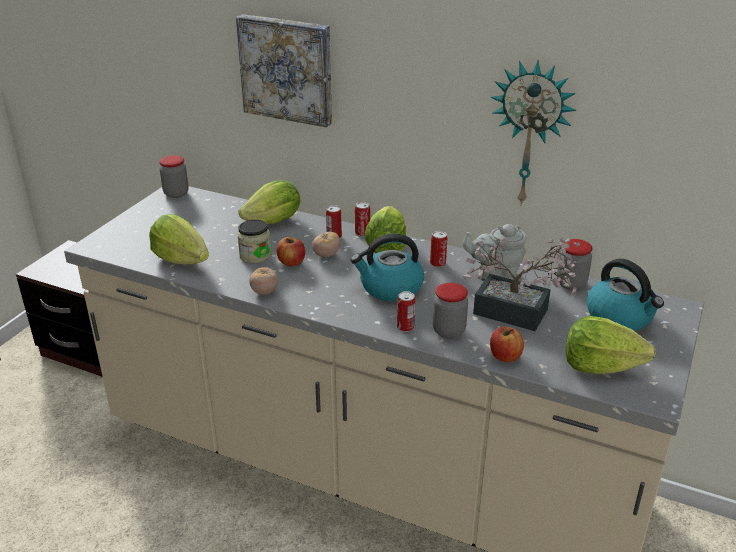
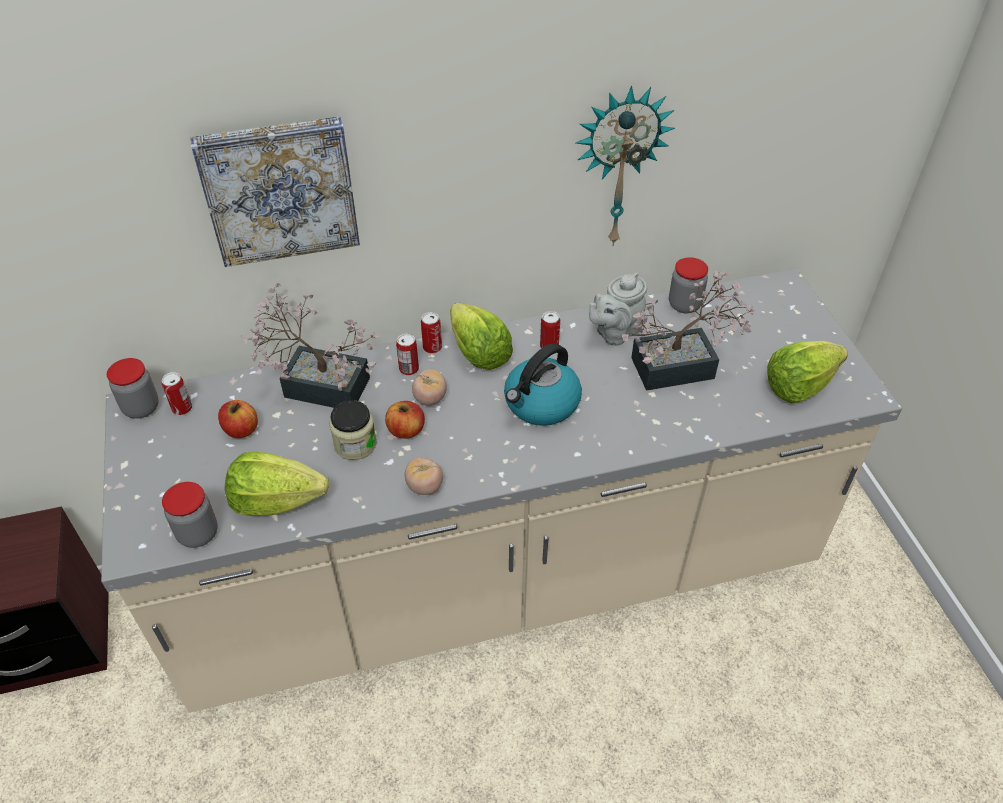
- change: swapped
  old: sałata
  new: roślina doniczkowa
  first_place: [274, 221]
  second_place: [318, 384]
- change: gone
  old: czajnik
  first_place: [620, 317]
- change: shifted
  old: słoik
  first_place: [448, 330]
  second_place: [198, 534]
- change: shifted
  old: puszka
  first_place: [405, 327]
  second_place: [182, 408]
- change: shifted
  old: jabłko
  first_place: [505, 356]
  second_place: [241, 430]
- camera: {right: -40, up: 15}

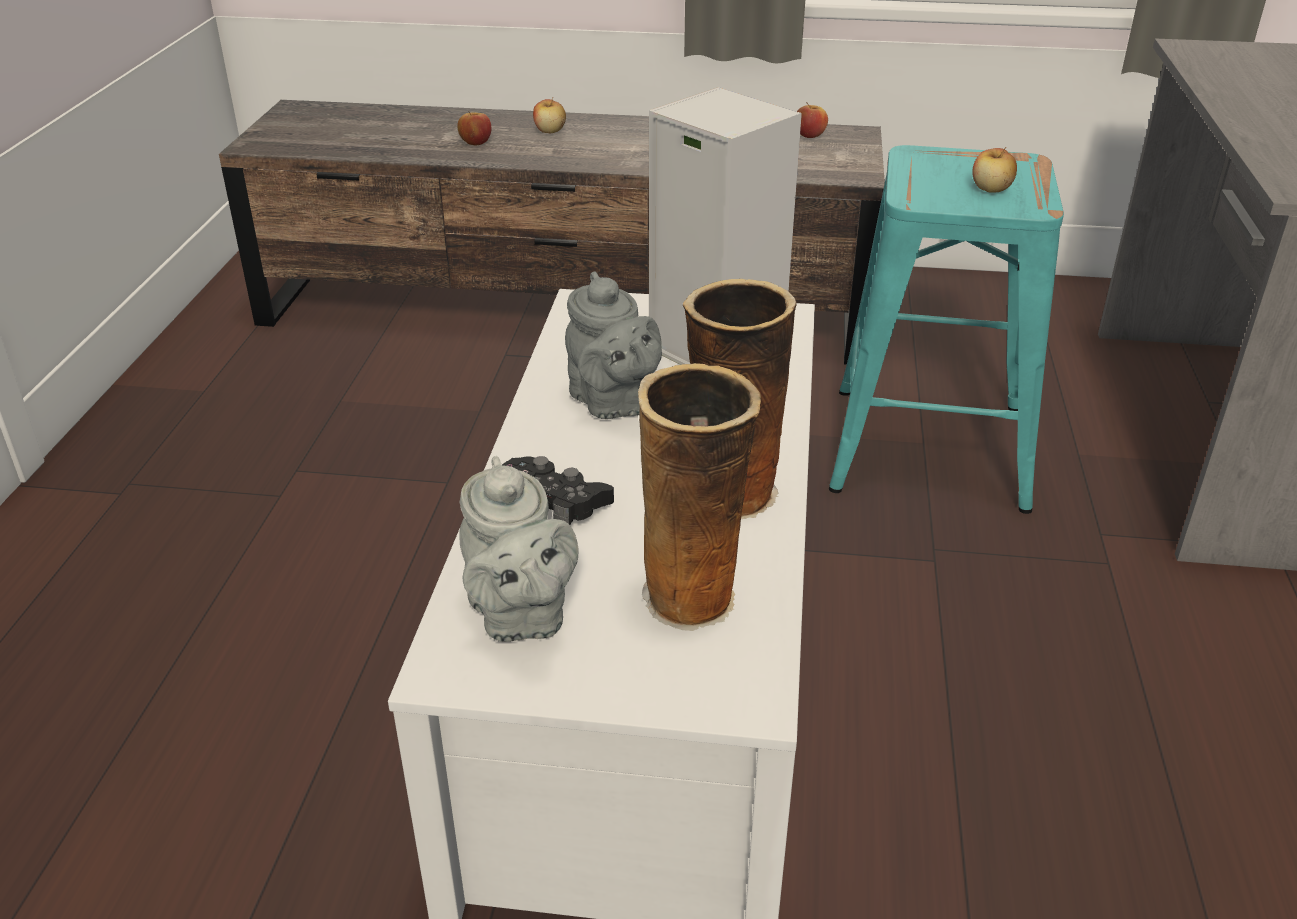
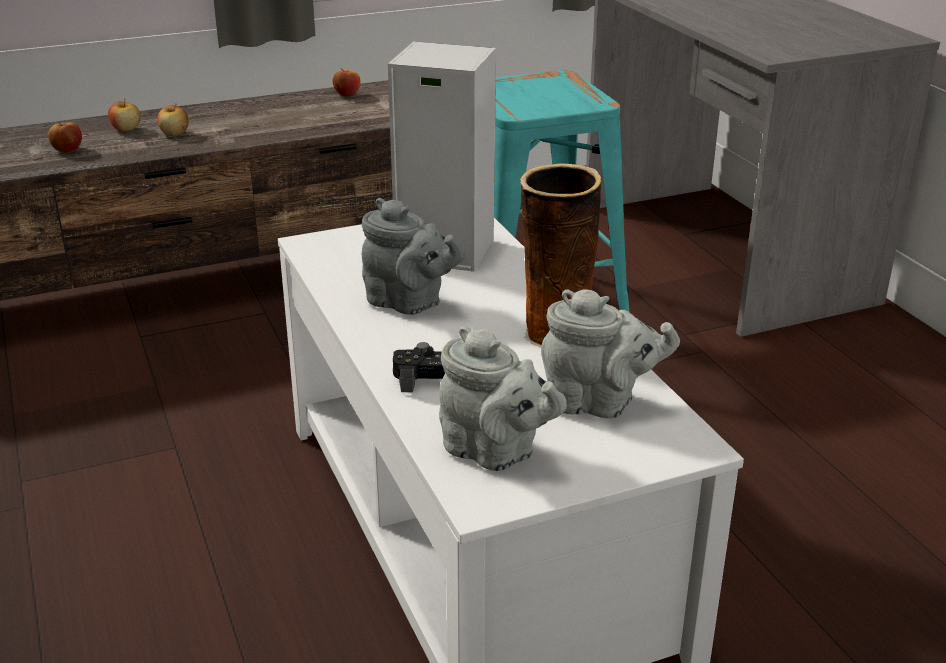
- change: shifted
  old: jabłko
  first_place: [991, 189]
  second_place: [175, 134]
- change: swapped
  old: wazon
  new: imbryk [szary]
  first_place: [693, 599]
  second_place: [598, 403]
- camera: {right: -30, up: -5}

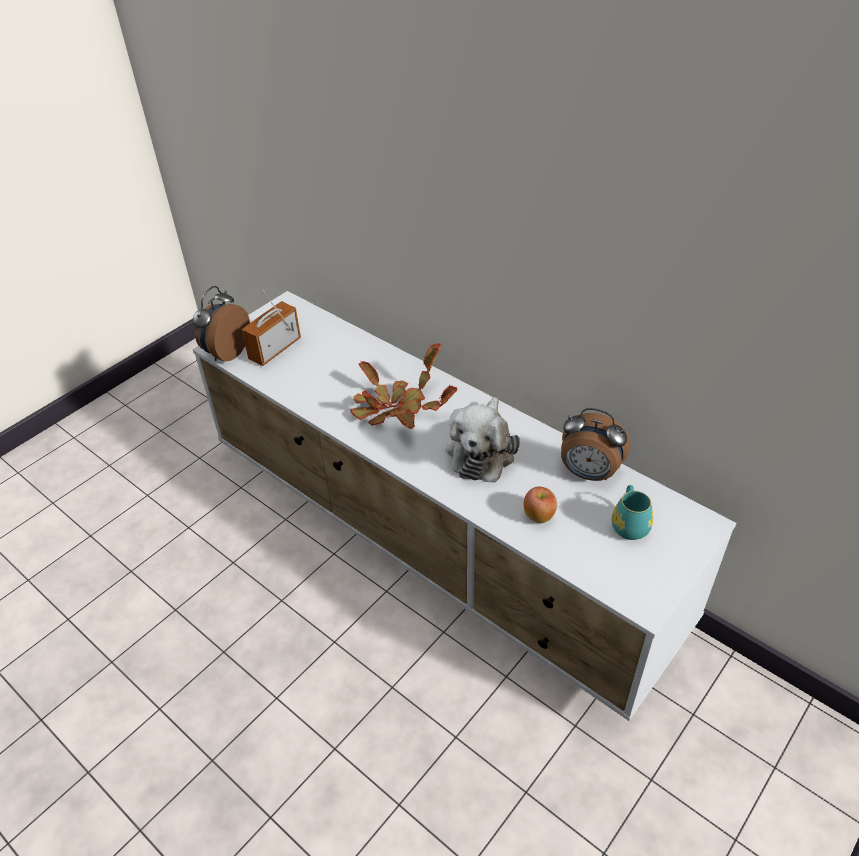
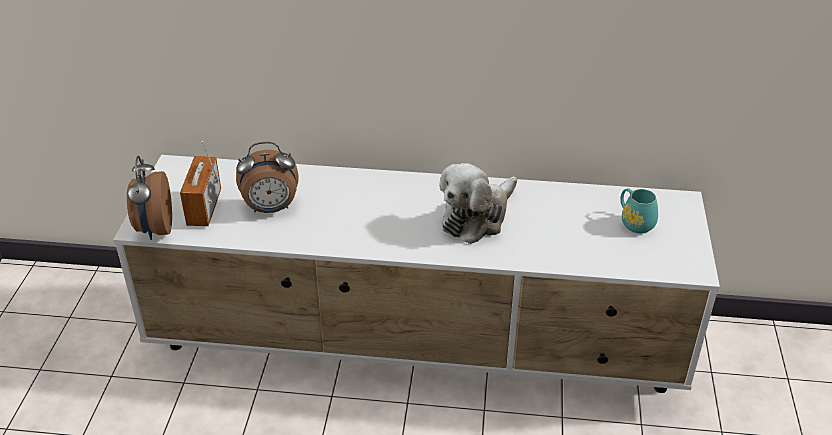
- change: gone
  old: roślina doniczkowa
  first_place: [396, 409]
- change: rotated
  old: pluszak
  first_place: [481, 451]
  second_place: [477, 217]
  degrees: 60
- change: shifted
  old: budzik
  first_place: [588, 473]
  second_place: [271, 209]
- change: gone
  old: jabłko
  first_place: [539, 516]
- camera: {right: -35, up: -5}

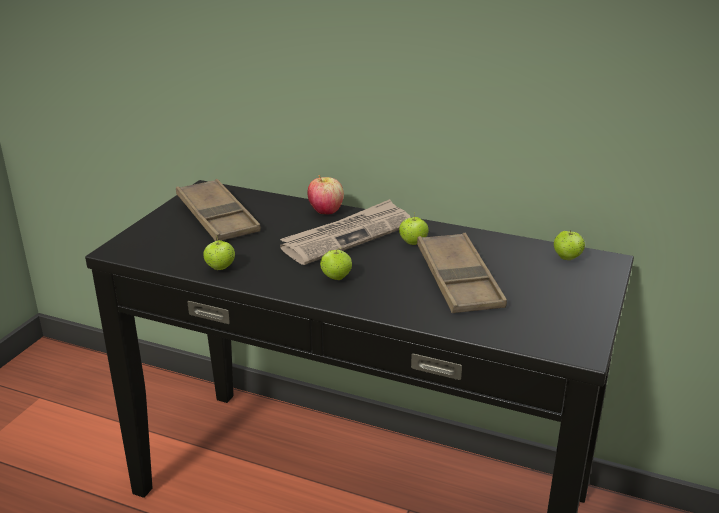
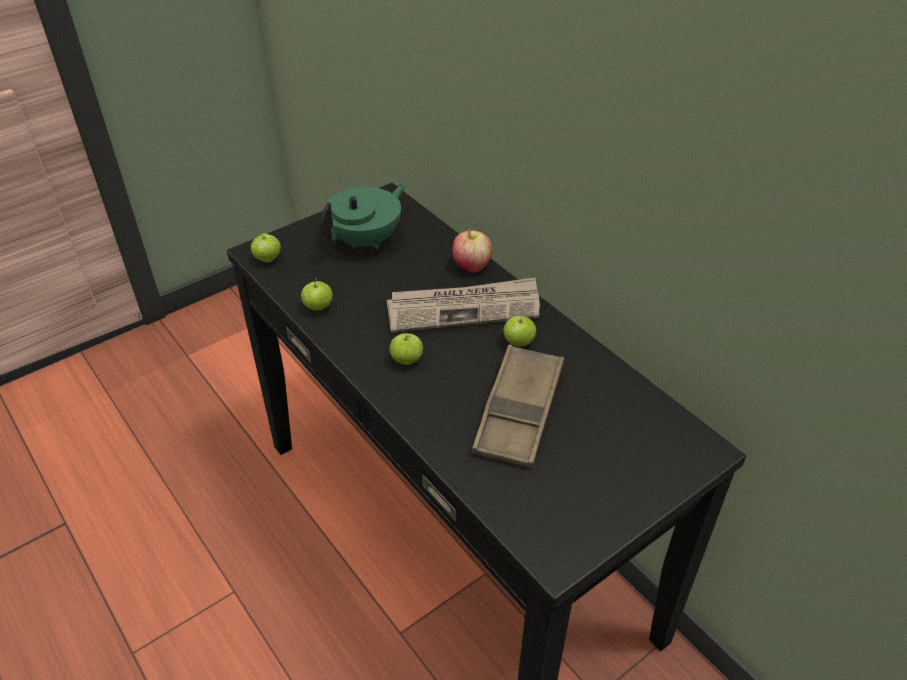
- change: swapped
  old: taca [brązowy]
  new: imbryk [zielony]
  first_place: [217, 217]
  second_place: [367, 240]
- change: shifted
  old: jabłko
  first_place: [567, 258]
  second_place: [268, 259]
- camera: {right: 30, up: 15}

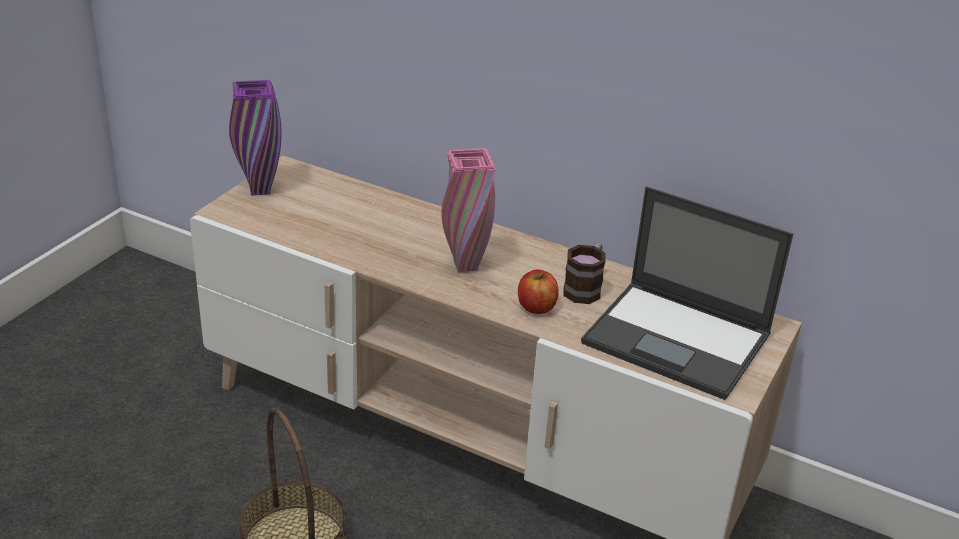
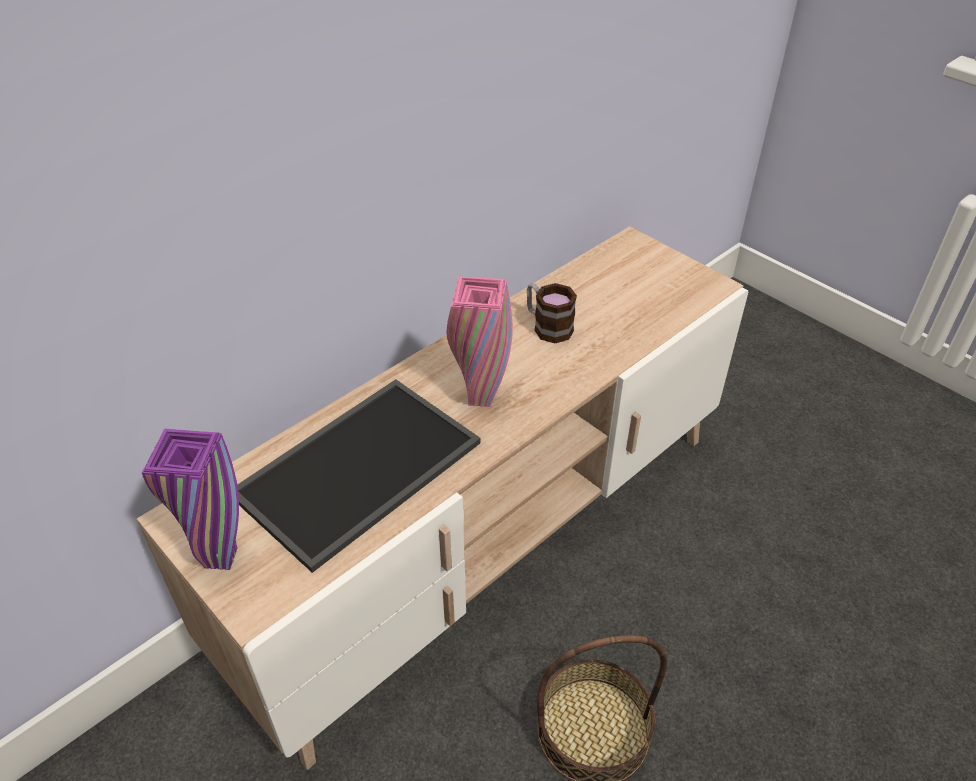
- change: gone
  old: laptop
  first_place: [678, 340]
- change: gone
  old: jabłko
  first_place: [536, 307]
- change: new
  new: taca
  second_place: [358, 465]
- camera: {right: -70, up: 10}

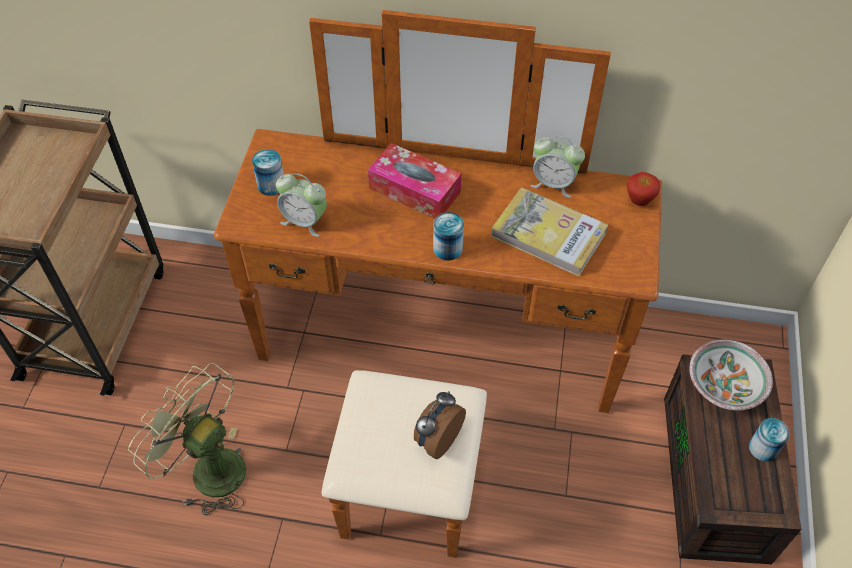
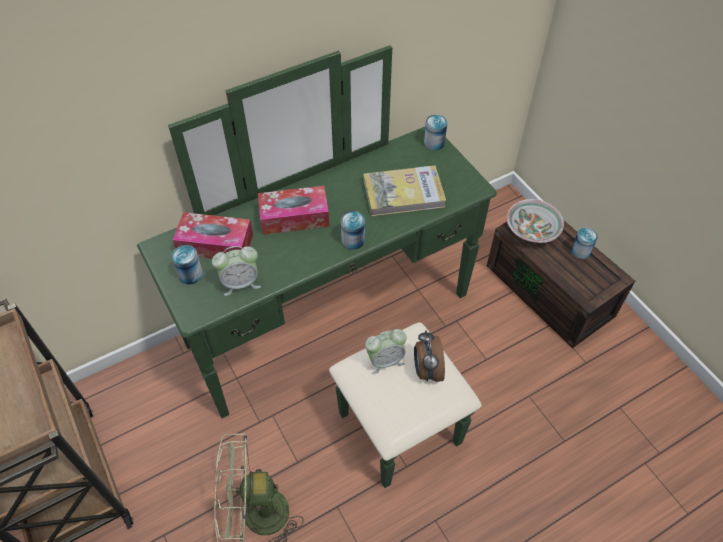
- change: repainted
  old: komoda [brązowy]
  new: komoda [zielony]
  first_place: [434, 370]
  second_place: [345, 341]
- change: shifted
  old: budzik
  first_place: [553, 183]
  second_place: [385, 361]
- change: swapped
  old: jabłko
  new: puszka
  first_place: [639, 202]
  second_place: [434, 143]
- change: new
  new: pudełko chusteczek
  second_place: [215, 244]
- camera: {right: -40, up: 0}

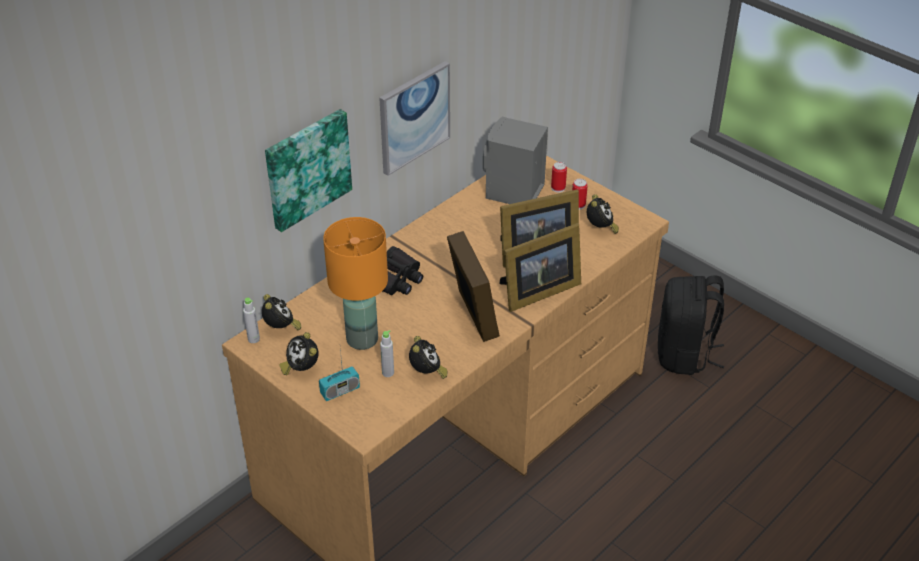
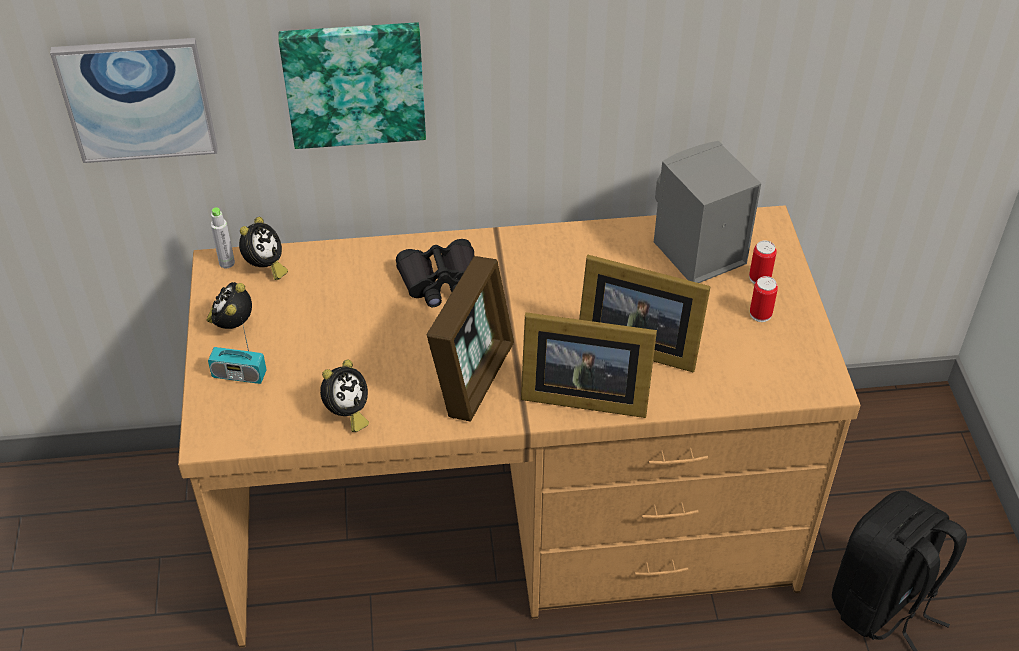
- change: shifted
  old: obraz
  first_place: [414, 117]
  second_place: [137, 99]
- change: gone
  old: budzik
  first_place: [600, 228]
- change: gone
  old: lampa stołowa [pomarańczowy]
  first_place: [363, 339]
- change: gone
  old: butelka [szary]
  first_place: [388, 373]
- camera: {right: 40, up: 5}

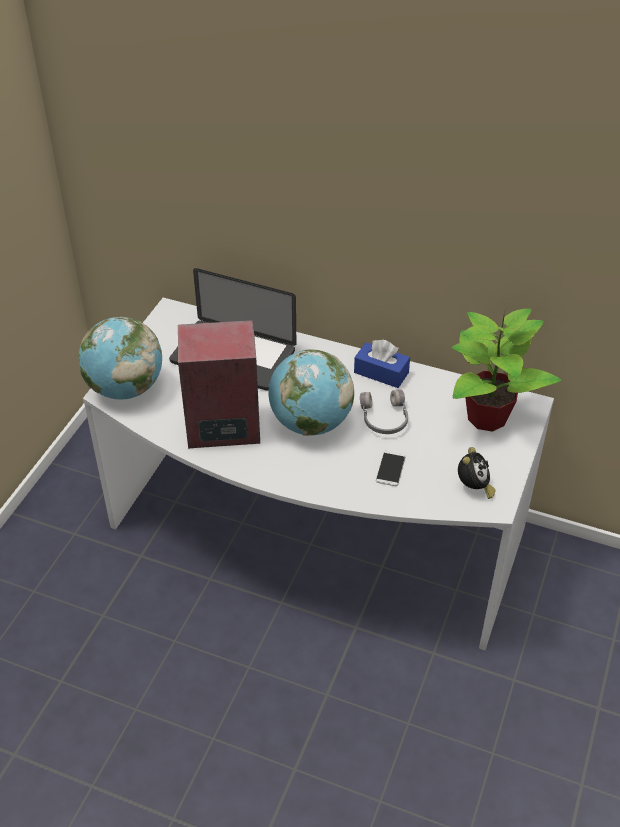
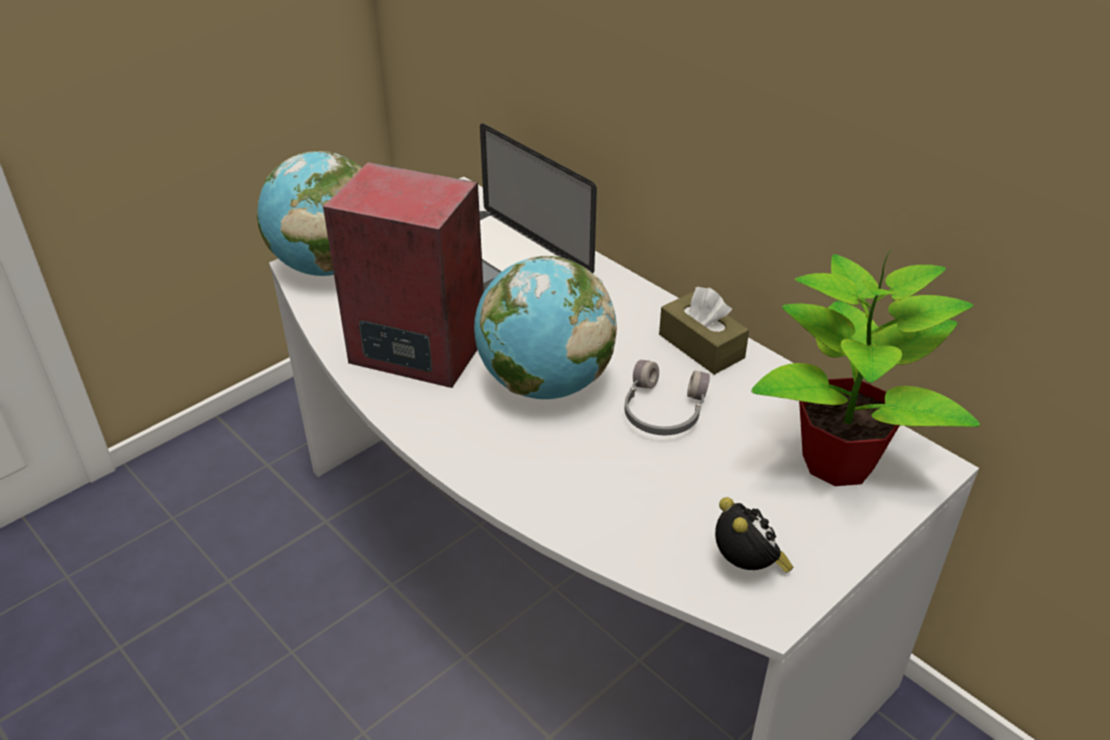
- change: repainted
  old: pudełko chusteczek [niebieski]
  new: pudełko chusteczek [brązowy]
  first_place: [381, 373]
  second_place: [701, 346]
- change: rotated
  old: budzik
  first_place: [473, 488]
  second_place: [747, 567]
  degrees: -60
- change: gone
  old: telefon
  first_place: [390, 469]
- camera: {right: 25, up: -5}

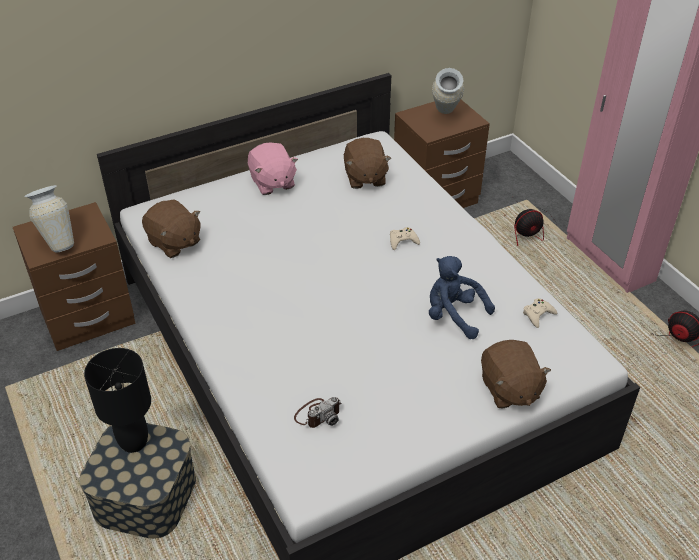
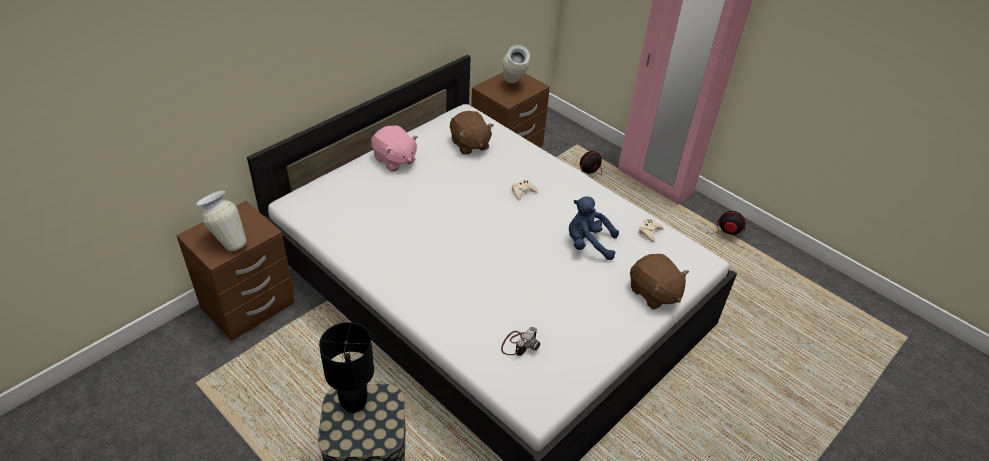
- change: gone
  old: pluszak [brązowy]
  first_place: [174, 243]
- camera: {right: -20, up: 0}

